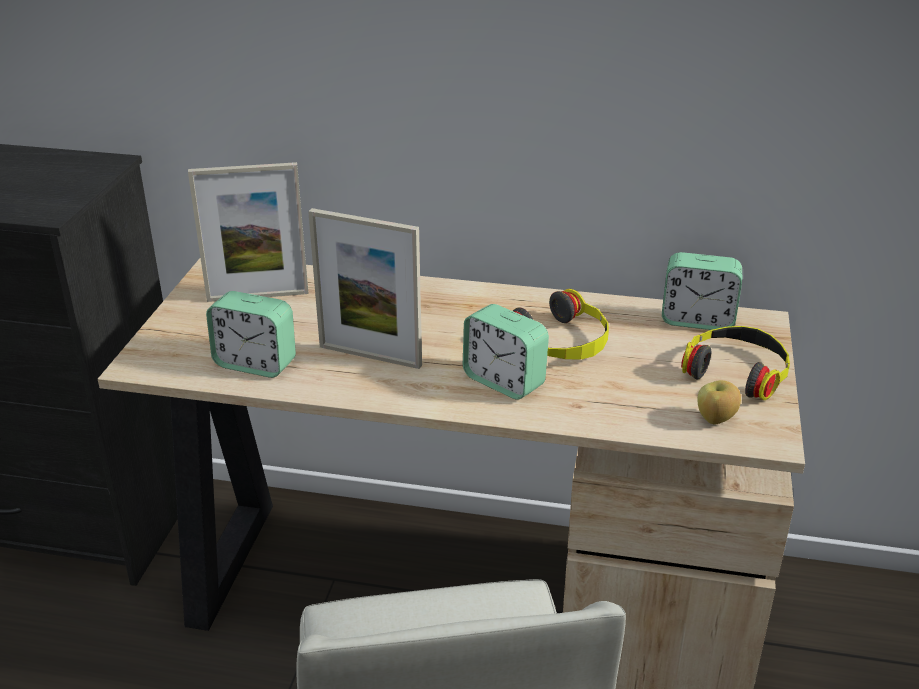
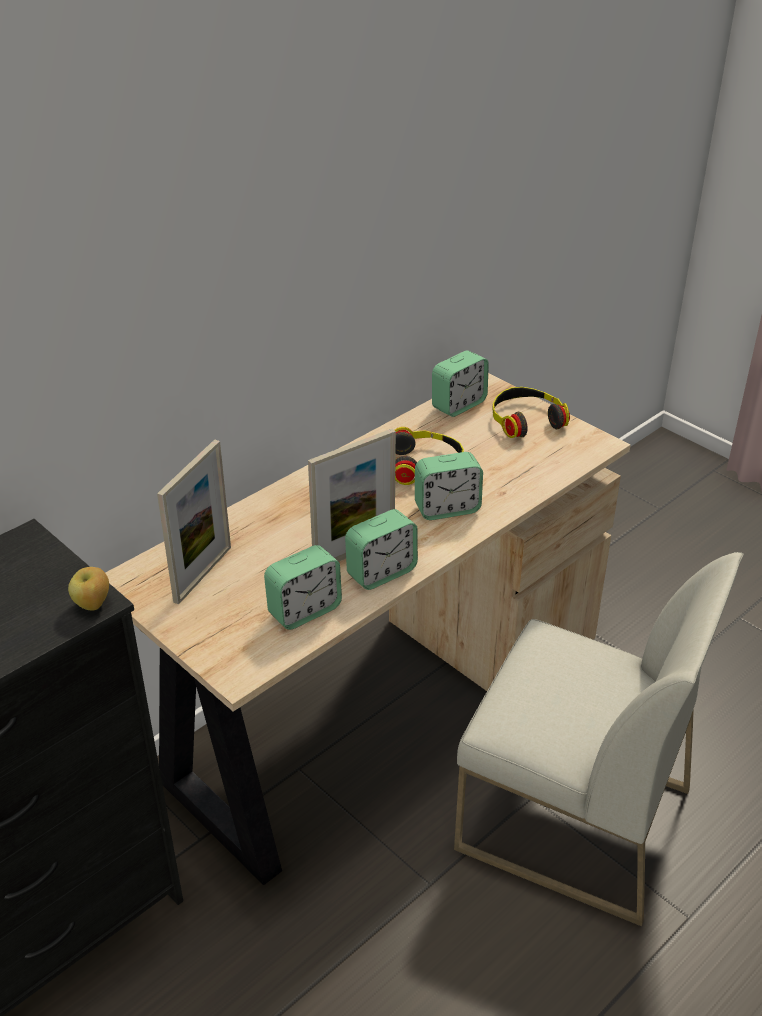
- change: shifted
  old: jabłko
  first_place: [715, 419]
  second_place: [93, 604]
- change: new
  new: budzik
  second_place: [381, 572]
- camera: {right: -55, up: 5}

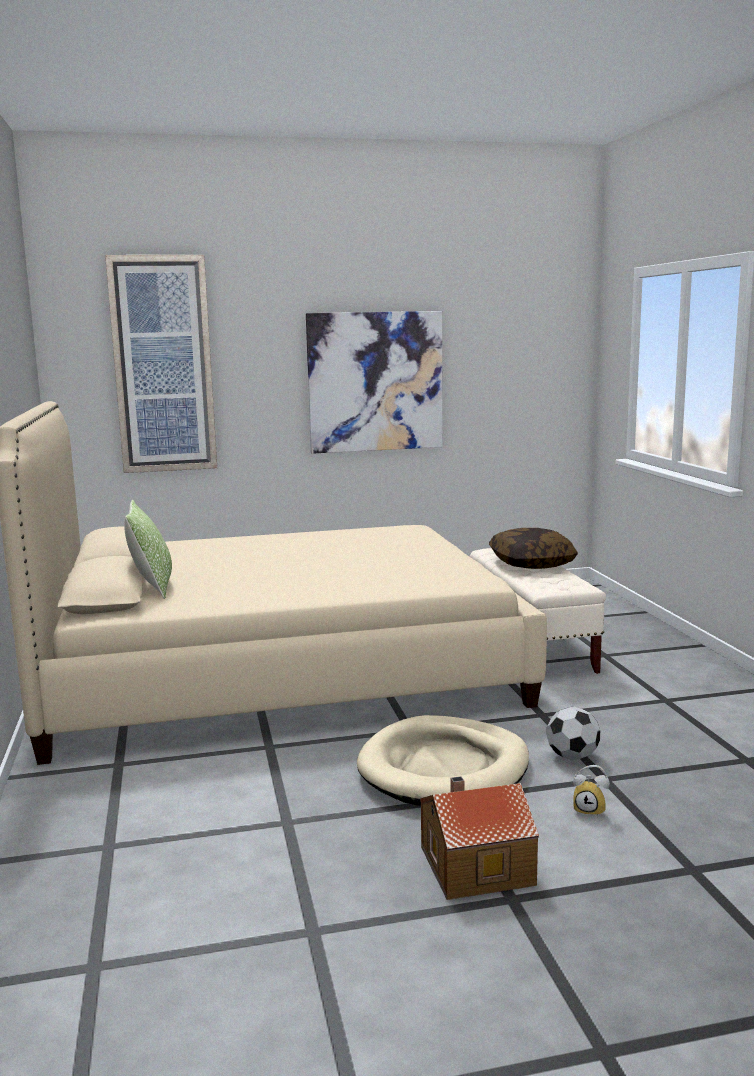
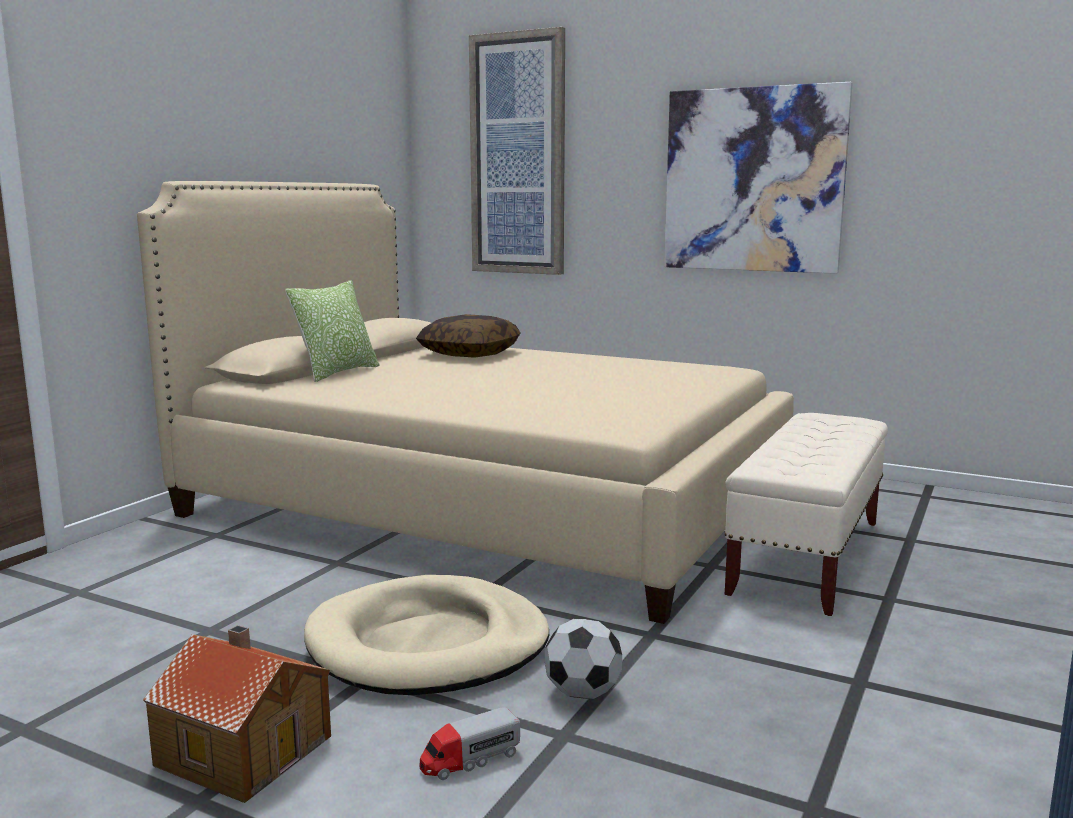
- change: shifted
  old: poduszka
  first_place: [531, 564]
  second_place: [469, 354]
- change: swapped
  old: budzik
  new: ciężarówka zabawkowa
  first_place: [590, 810]
  second_place: [469, 760]
- camera: {right: 40, up: 0}

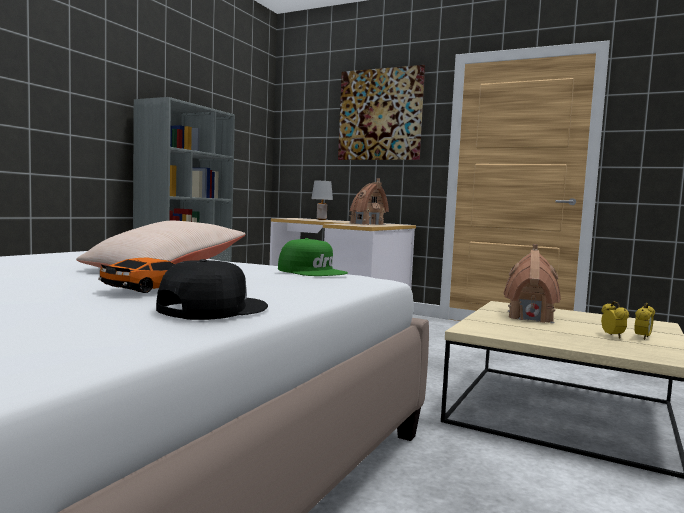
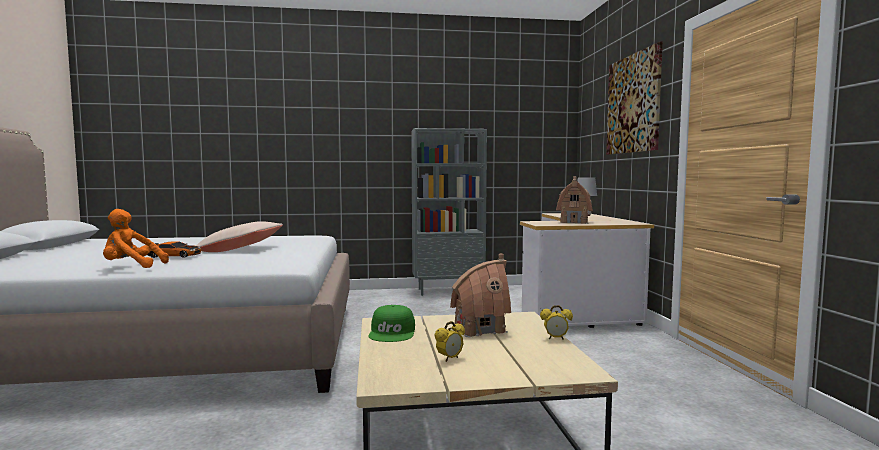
- change: shifted
  old: czapka z daszkiem [zielony]
  first_place: [312, 271]
  second_place: [393, 332]
- change: swapped
  old: czapka z daszkiem [czarny]
  new: pluszak [pomarańczowy]
  first_place: [212, 308]
  second_place: [131, 267]
- change: shifted
  old: budzik
  first_place: [642, 338]
  second_place: [555, 338]
- camera: {right: 55, up: 0}

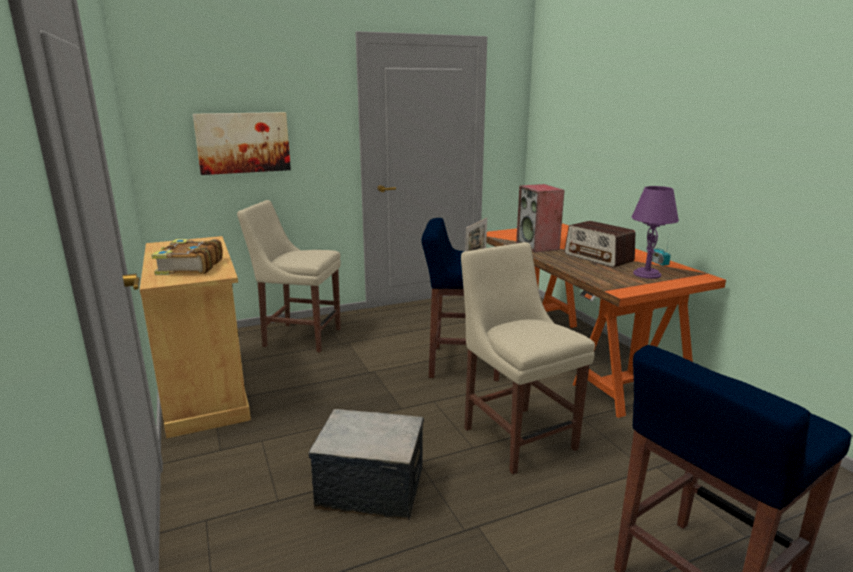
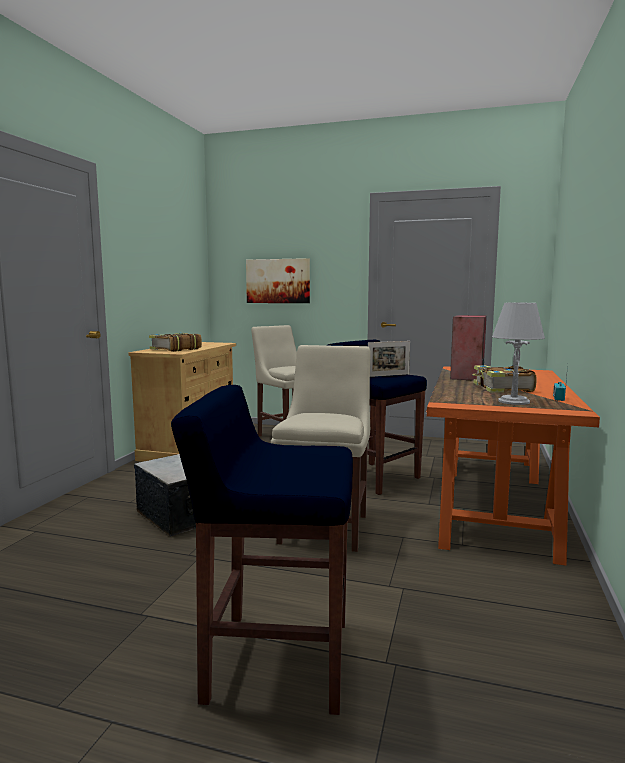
- change: repainted
  old: lampa stołowa [fioletowy]
  new: lampa stołowa [szary]
  first_place: [646, 274]
  second_place: [513, 401]
- change: swapped
  old: radio
  new: książka
  first_place: [598, 258]
  second_place: [502, 388]
- camera: {right: 40, up: -10}

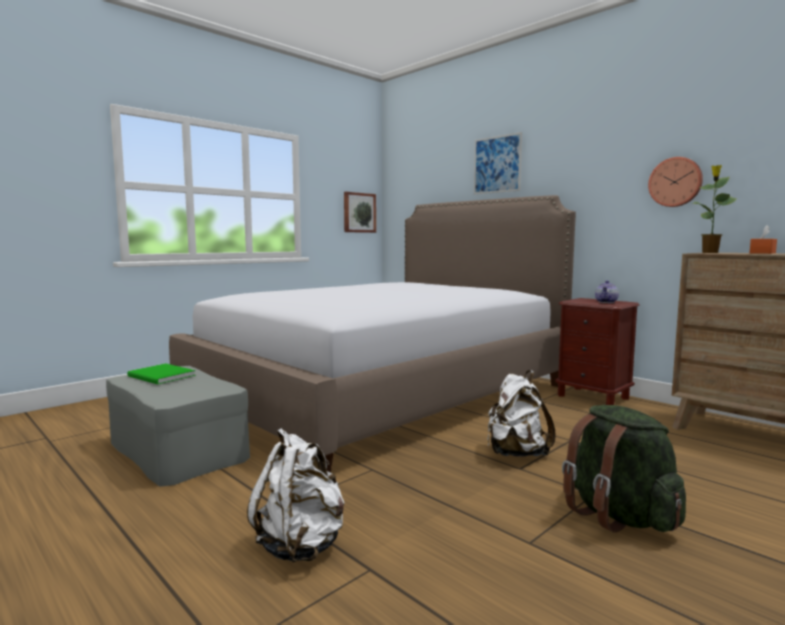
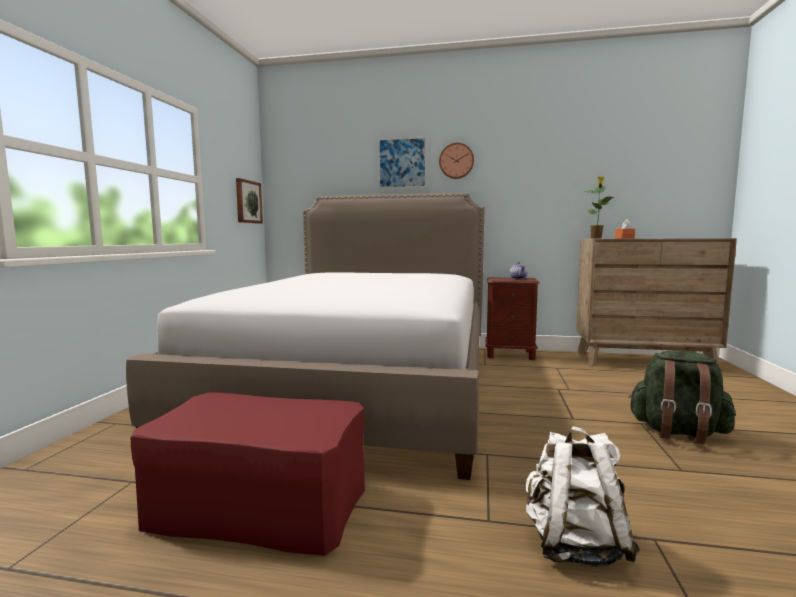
- change: shifted
  old: zegar ścienny
  first_place: [675, 182]
  second_place: [456, 161]
- change: gone
  old: książka [zielony]
  first_place: [161, 376]
- change: repainted
  old: pufa [szary]
  new: pufa [czerwony]
  first_place: [178, 450]
  second_place: [260, 505]
- change: gone
  old: plecak [biały]
  first_place: [516, 453]
- camera: {right: -35, up: 0}

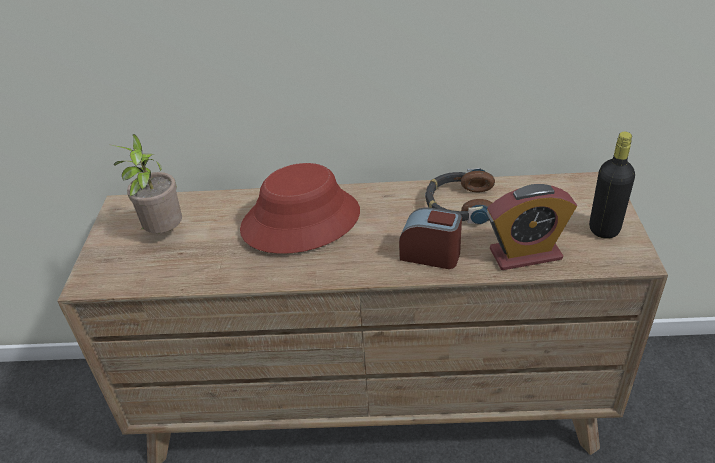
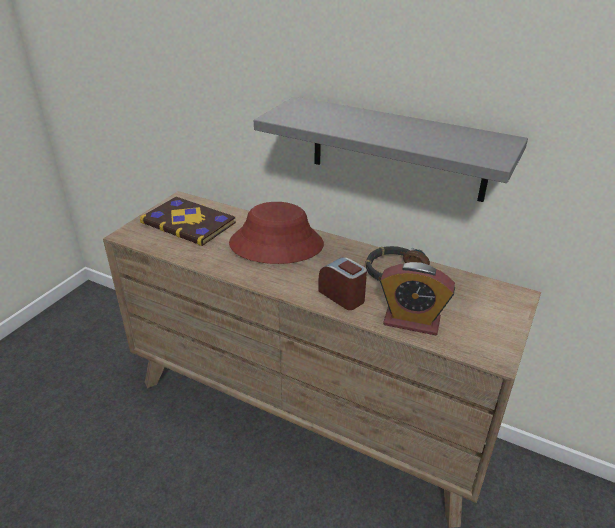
- change: gone
  old: butelka [czarny]
  first_place: [604, 229]
- change: swapped
  old: roślina doniczkowa
  new: książka
  first_place: [163, 233]
  second_place: [189, 222]
- change: new
  new: półka [szary]
  second_place: [397, 149]
- camera: {right: 25, up: -5}

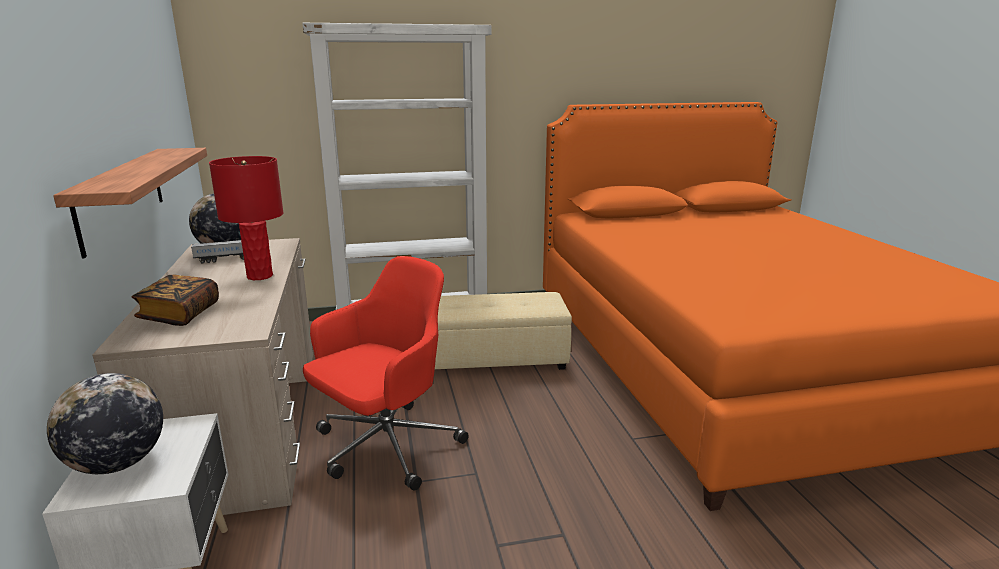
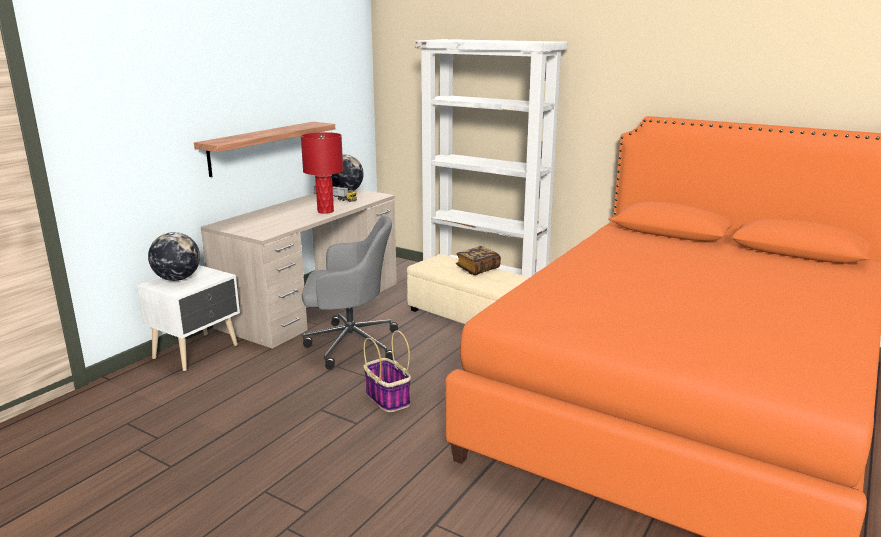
- change: repainted
  old: krzesło biurowe [czerwony]
  new: krzesło biurowe [szary]
  first_place: [385, 447]
  second_place: [349, 344]
- change: shifted
  old: książka
  first_place: [180, 314]
  second_place: [478, 269]
- change: new
  new: koszyk
  second_place: [387, 398]
- camera: {right: 45, up: 0}

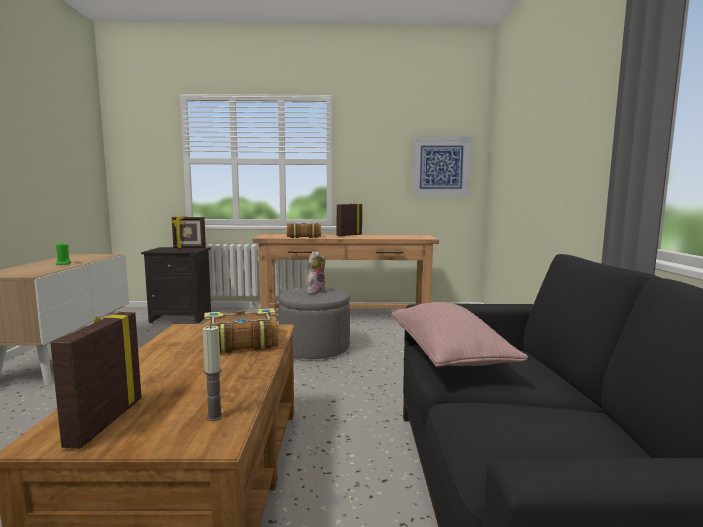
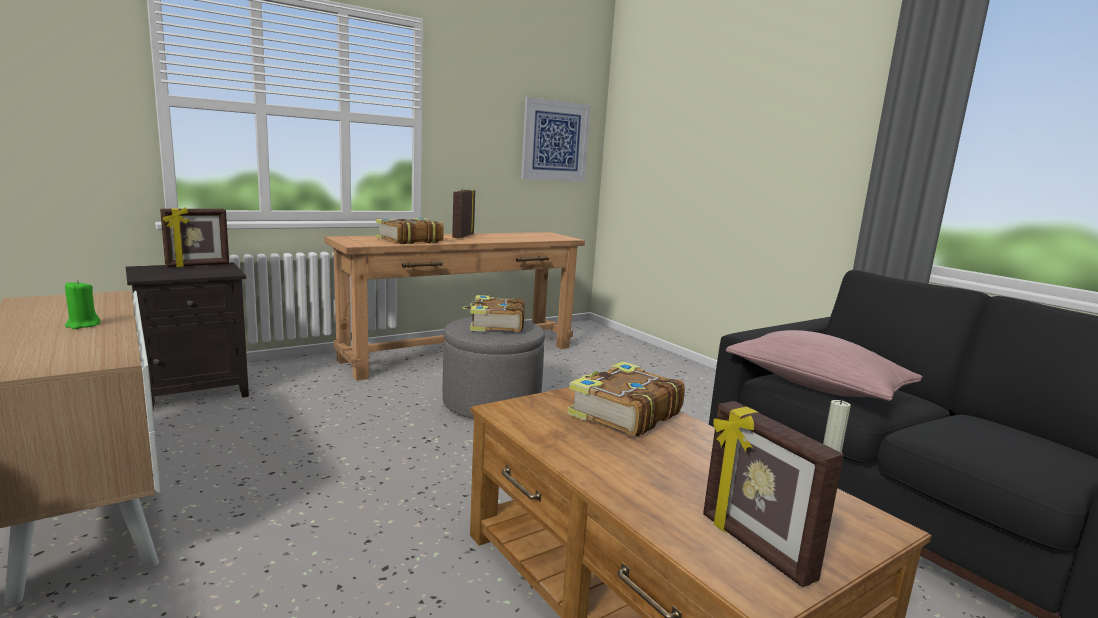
- change: swapped
  old: pluszak
  new: książka
  first_place: [315, 291]
  second_place: [495, 324]
- camera: {right: -35, up: 5}

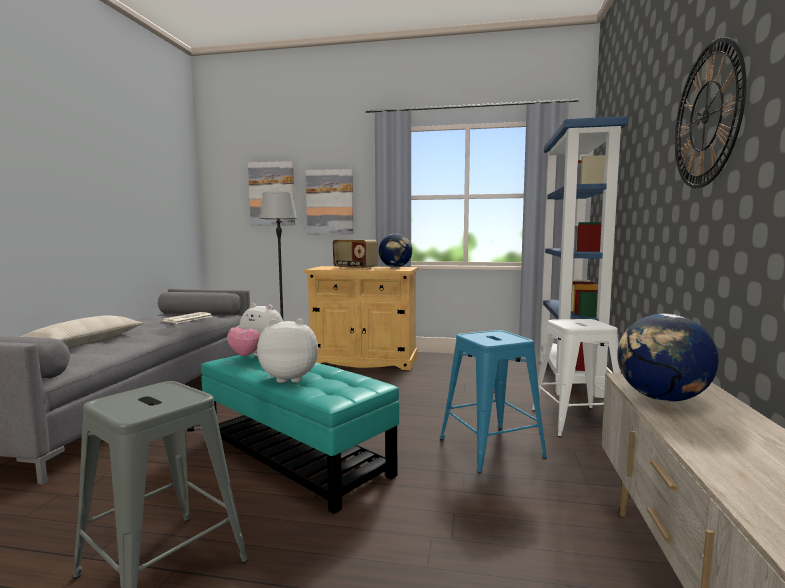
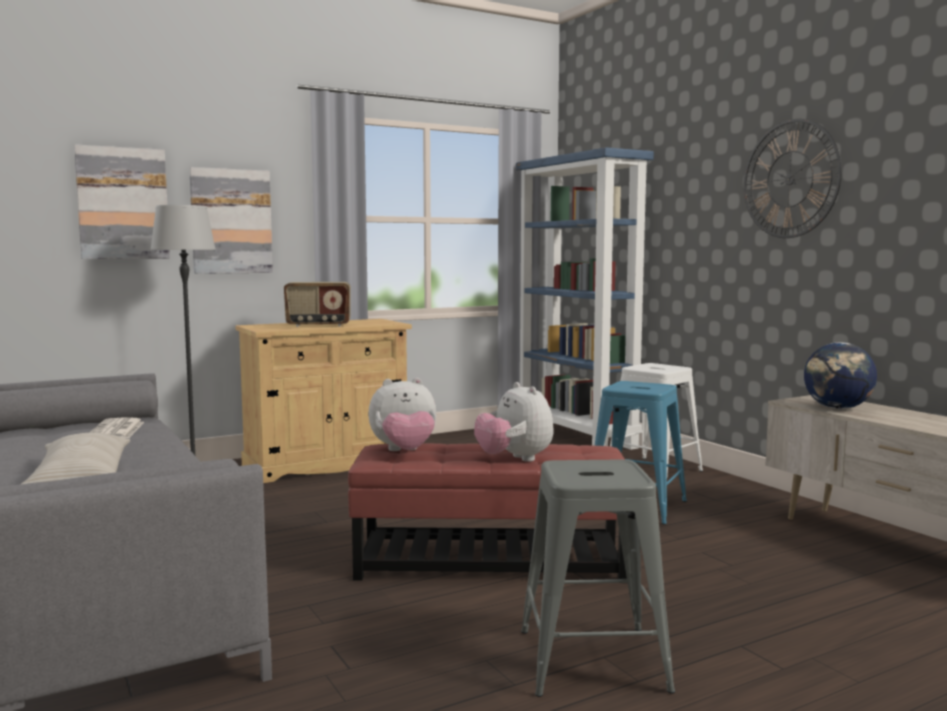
- change: gone
  old: globus
  first_place: [395, 267]
- change: rotated
  old: pluszak
  first_place: [290, 378]
  second_place: [514, 459]
  degrees: -75
- change: repainted
  old: pufa [turkusowy]
  new: pufa [czerwony]
  first_place: [295, 455]
  second_place: [490, 561]
- camera: {right: -40, up: 0}

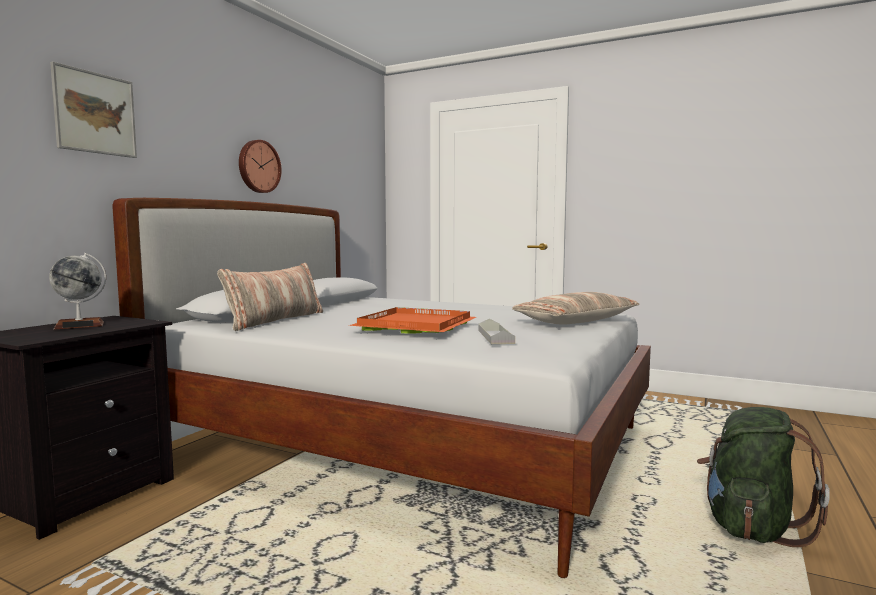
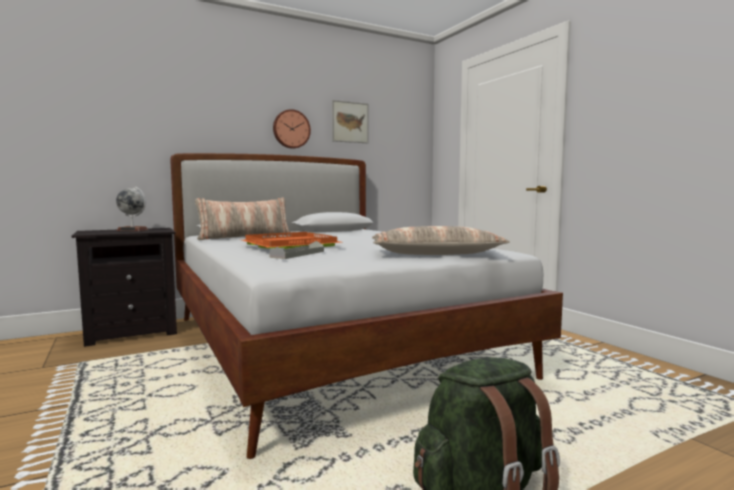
- change: shifted
  old: obraz
  first_place: [95, 113]
  second_place: [350, 122]
- camera: {right: 35, up: 0}

